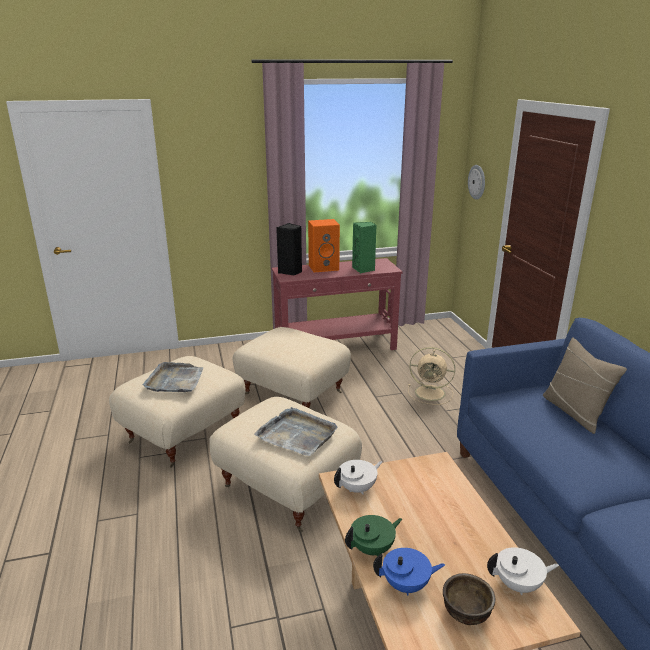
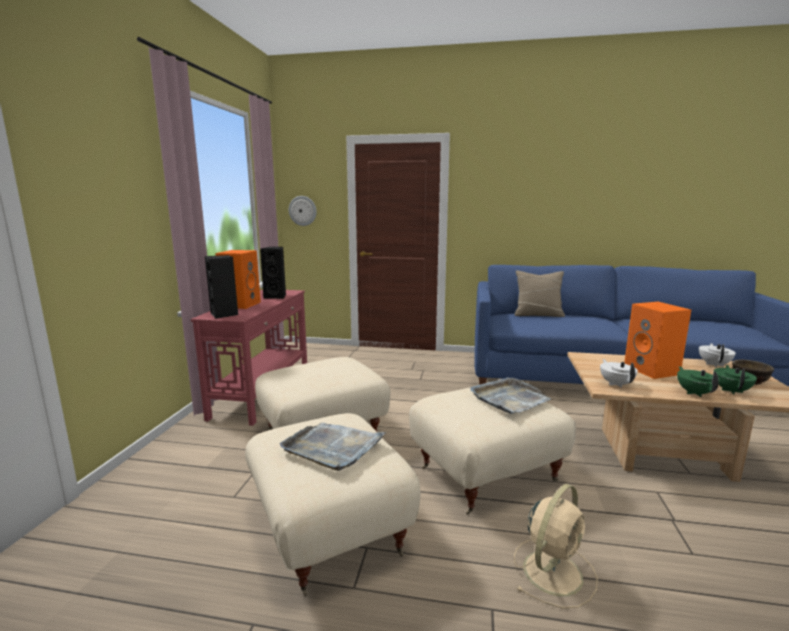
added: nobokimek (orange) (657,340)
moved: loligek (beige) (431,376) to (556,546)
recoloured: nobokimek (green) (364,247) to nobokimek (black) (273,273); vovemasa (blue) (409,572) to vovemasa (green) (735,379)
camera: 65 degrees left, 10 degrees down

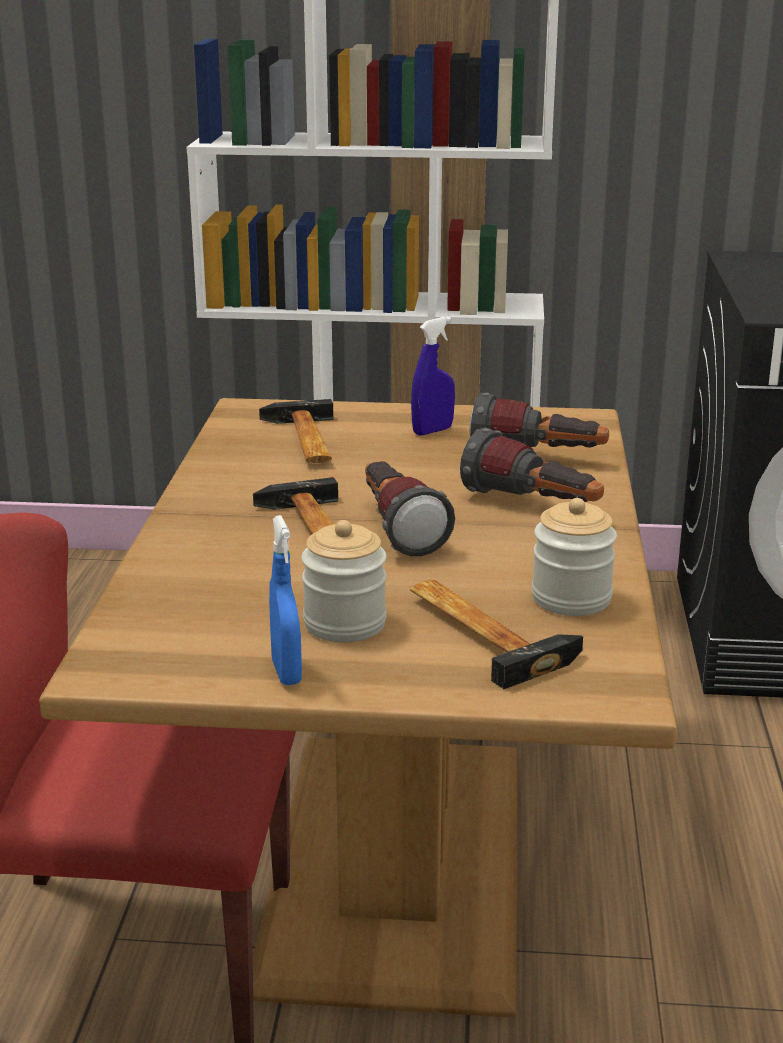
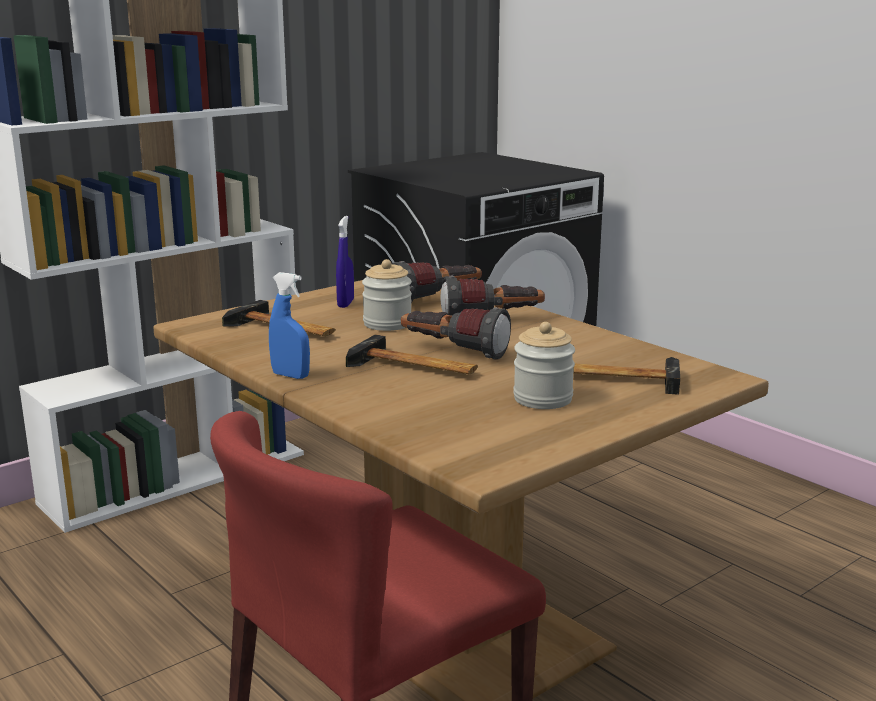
moved: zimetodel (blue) (285,600) to (289,325); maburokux (574,557) to (387,295)
camera: 45 degrees left, 5 degrees down

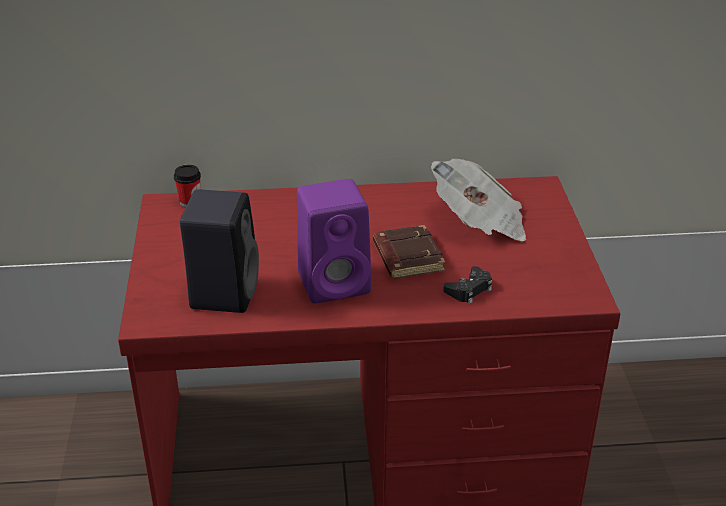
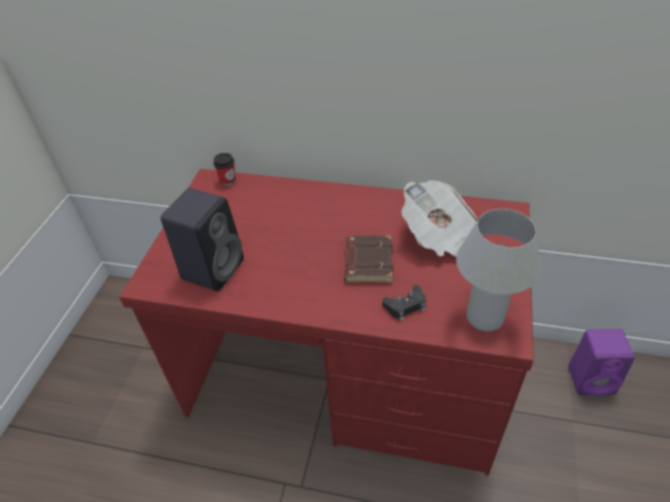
added: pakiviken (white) (498,270)
moved: nobokimek (purple) (334,241) to (601,362)
camera: 20 degrees right, 10 degrees up

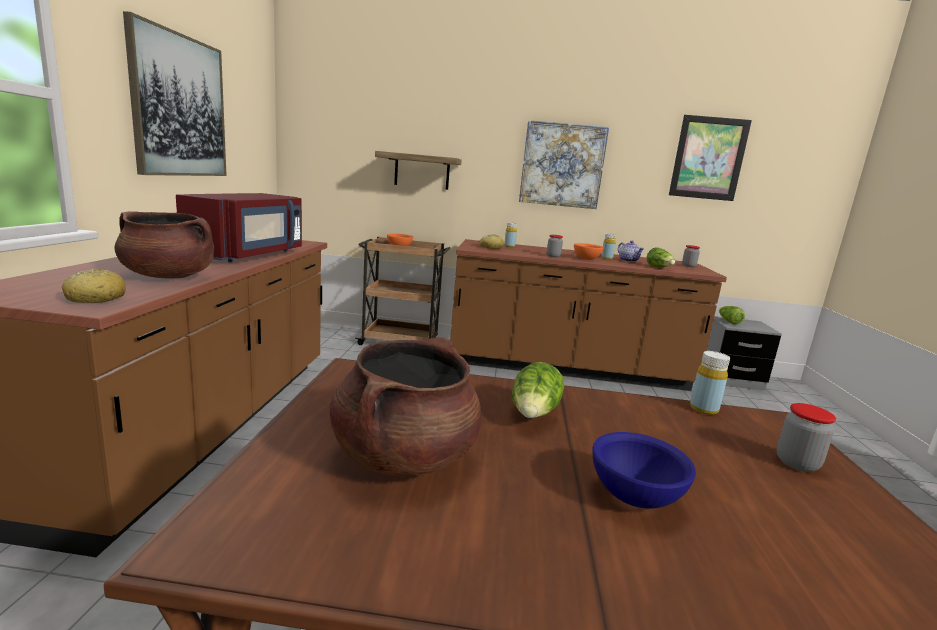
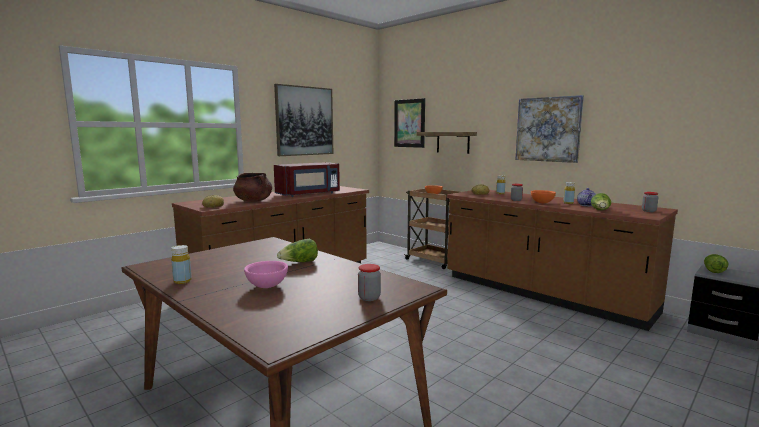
removed: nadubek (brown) (406,406)
moved: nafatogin (710,158) to (409,123); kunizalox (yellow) (710,383) to (181,264)
recoloured: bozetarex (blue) (644,470) to bozetarex (pink) (266,274)
camera: 40 degrees right, 5 degrees down

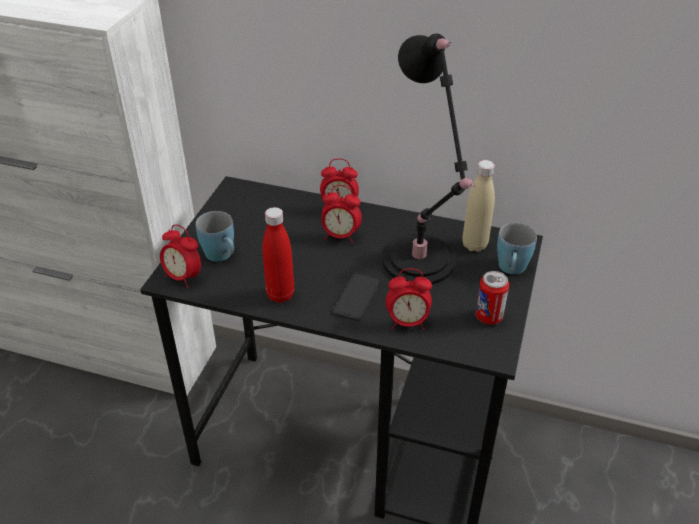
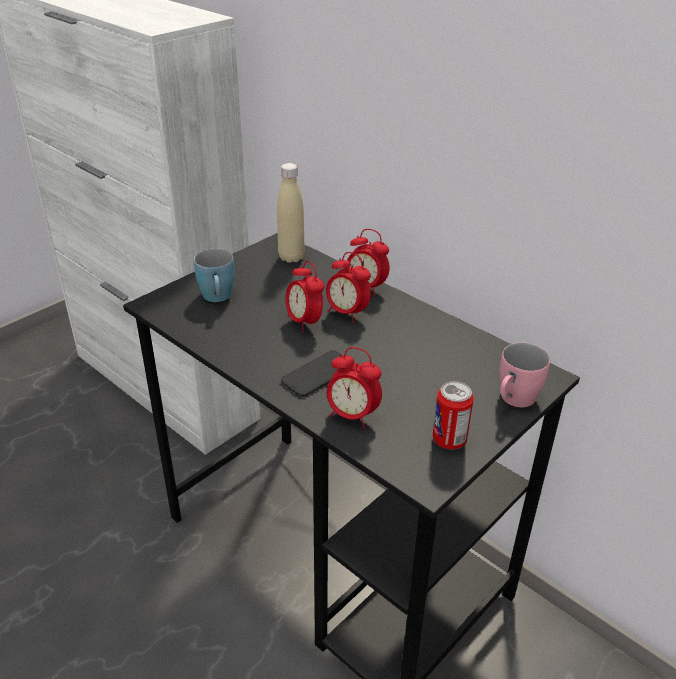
removed: kunizalox (red) (278,255); pakiviken (black) (429,159)
moved: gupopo (180,256) to (305,297); kunizalox (beige) (478,206) to (291,213)
recoloured: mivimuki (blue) (517,248) to mivimuki (pink) (525,375)
camera: 25 degrees right, 5 degrees down

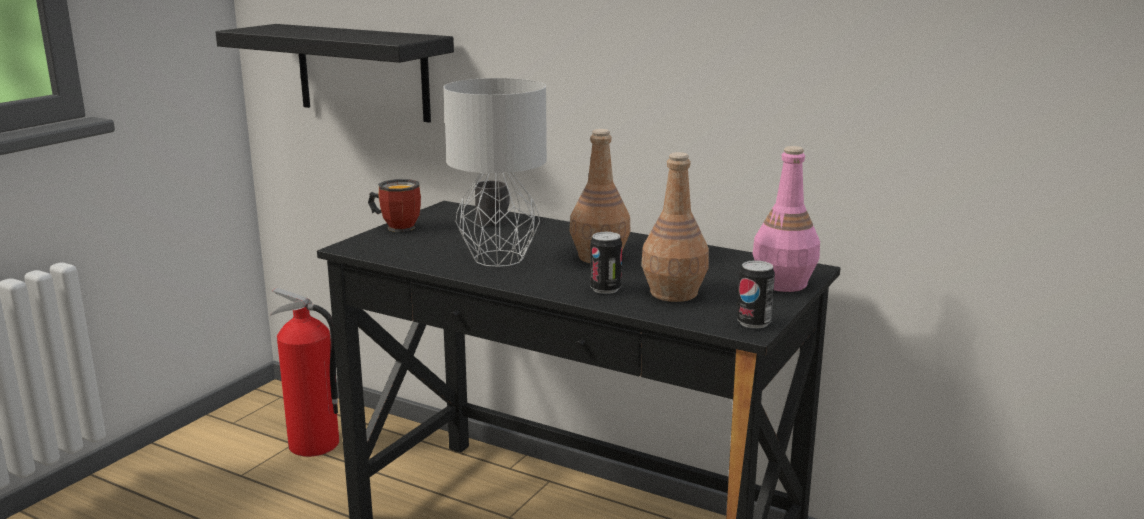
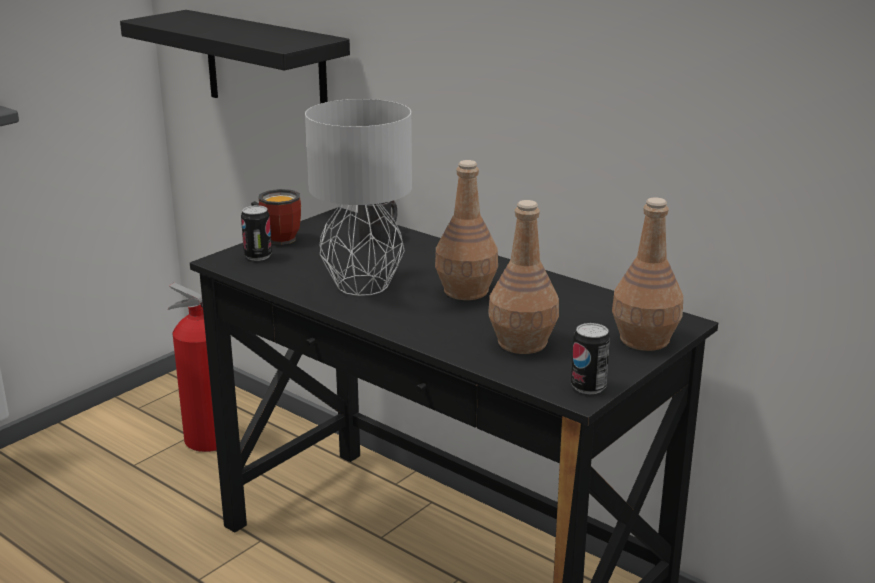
moved: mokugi (606,263) to (256,233)
recoloured: kunizalox (pink) (786,219) to kunizalox (brown) (647,274)
camera: 10 degrees right, 5 degrees up

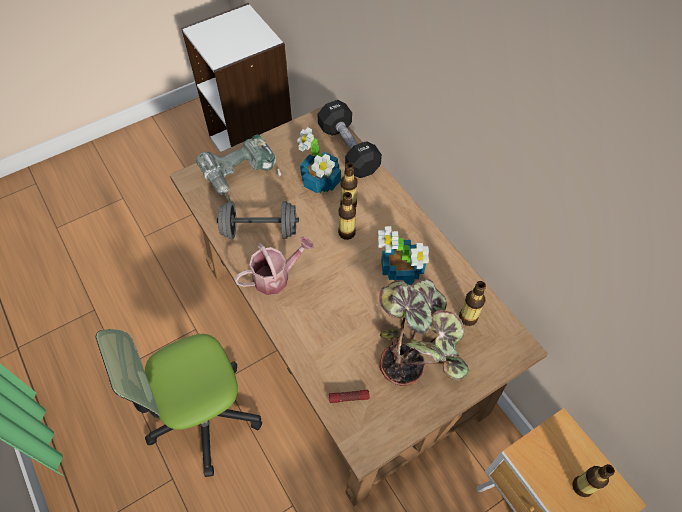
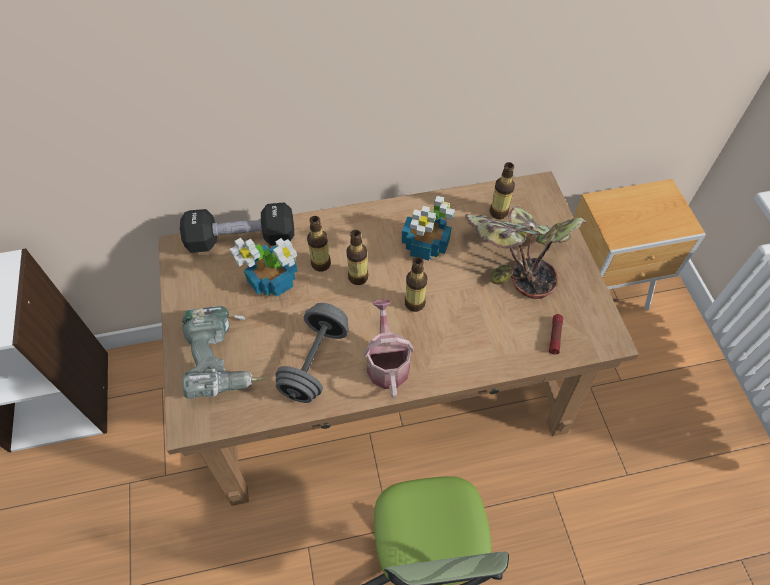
moved: kunizalox (593,480) to (416,284)
camera: 70 degrees left, 0 degrees up

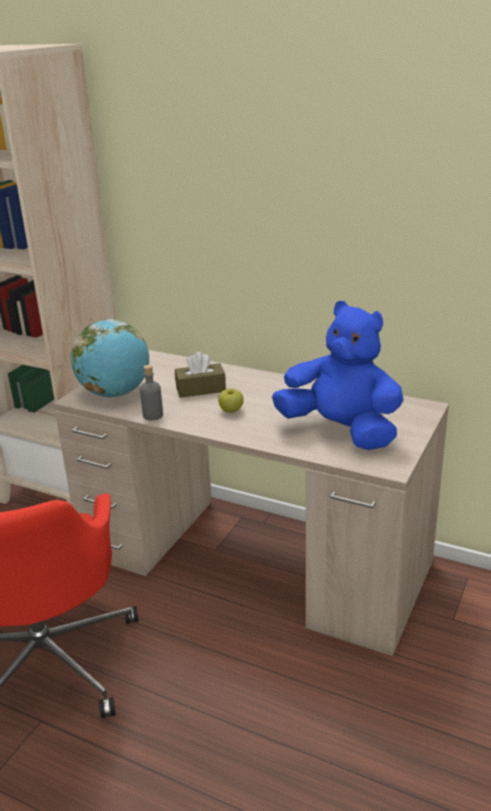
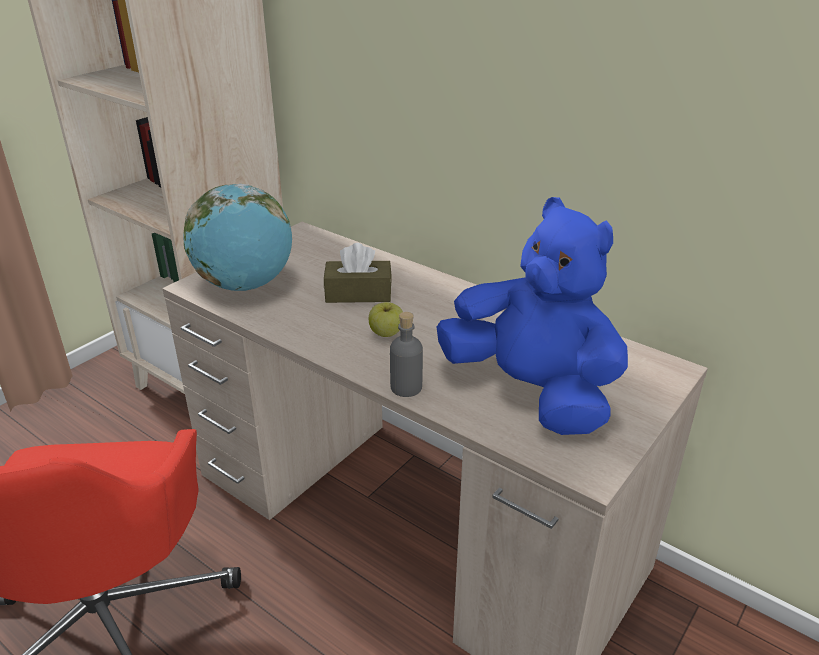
moved: kunizalox (grey) (151,393) to (406,354)
camera: 10 degrees right, 5 degrees up

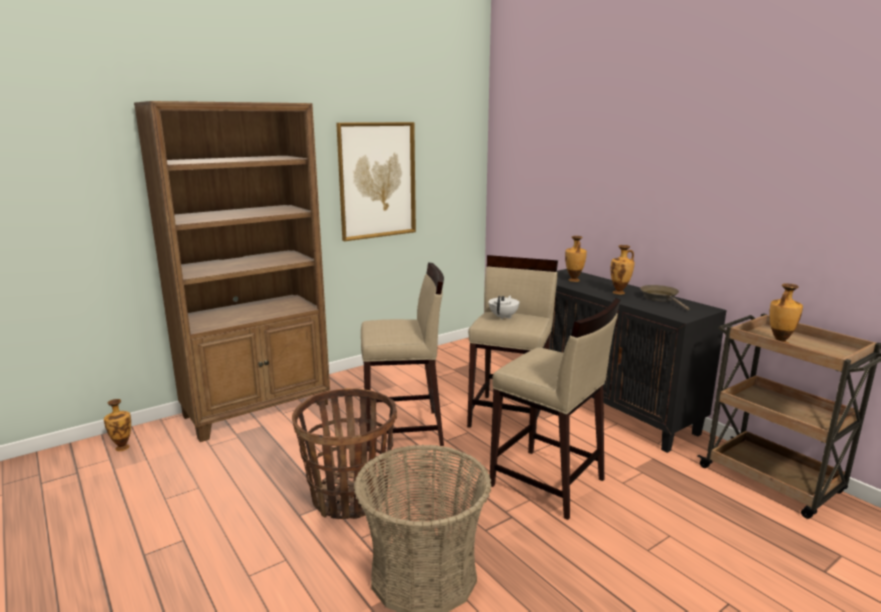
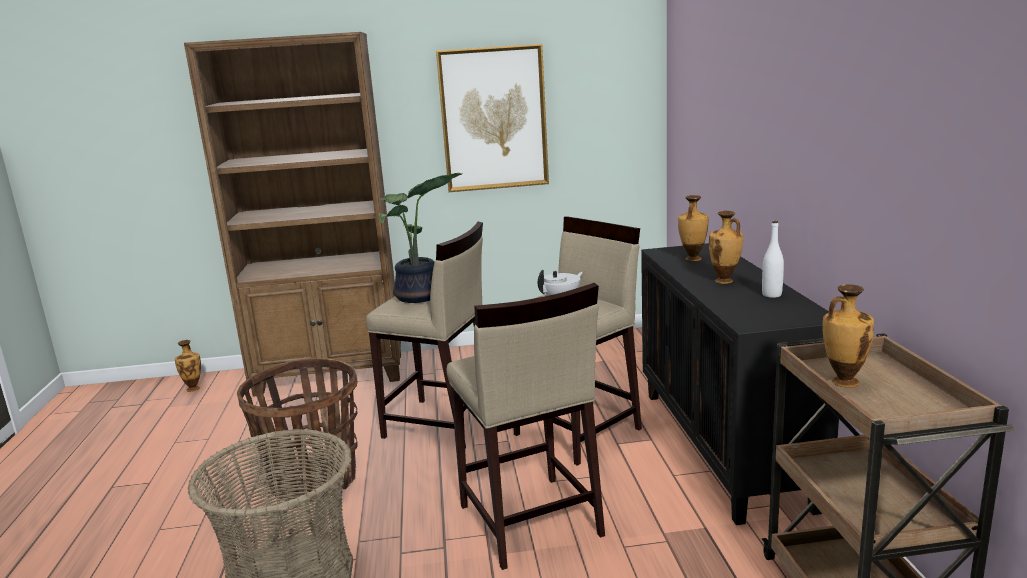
added: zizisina (420,238)
replaced: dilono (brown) (665,297) to kunizalox (white) (773,259)
camera: 30 degrees right, 0 degrees up

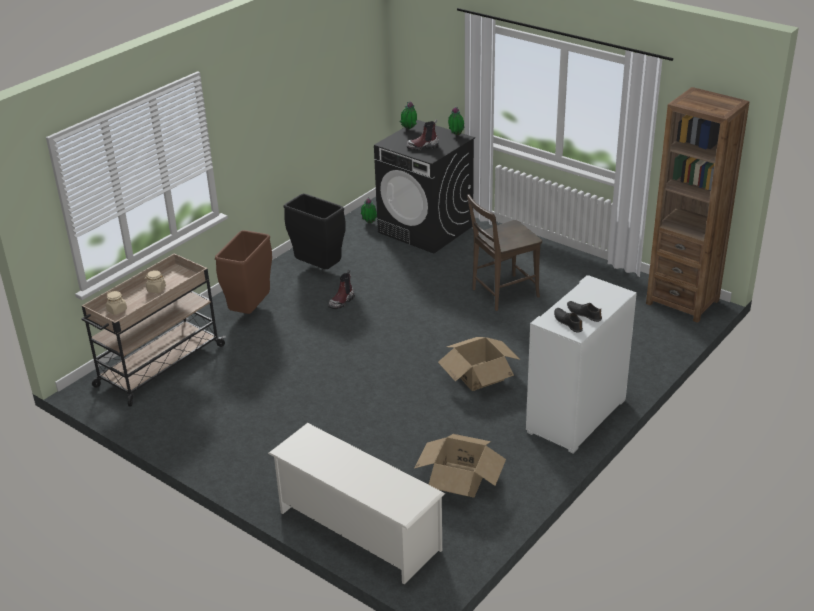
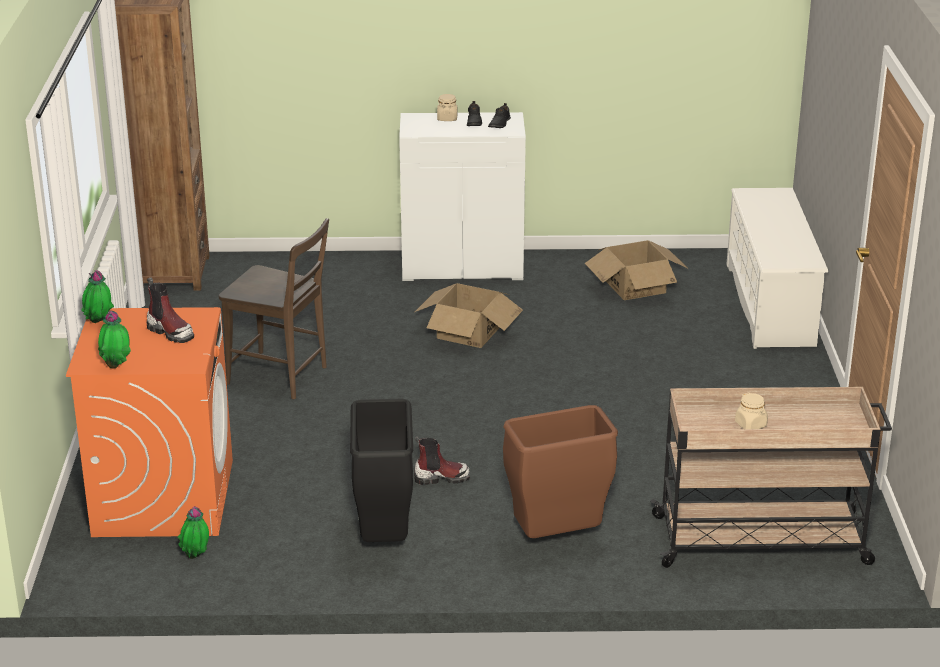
moved: maburokux (beige) (116,303) to (447,107)
recoloured: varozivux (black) (424,187) to varozivux (orange) (149,422)
camera: 130 degrees left, 5 degrees down

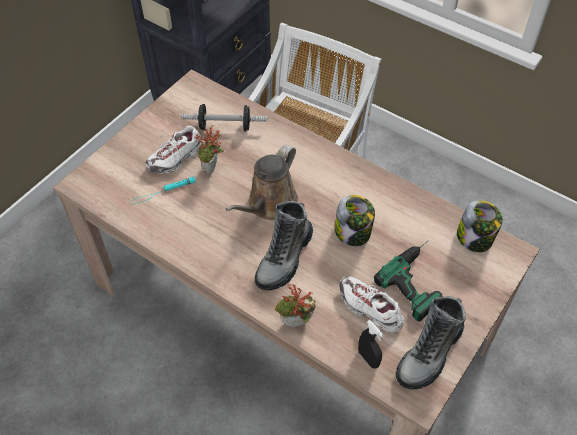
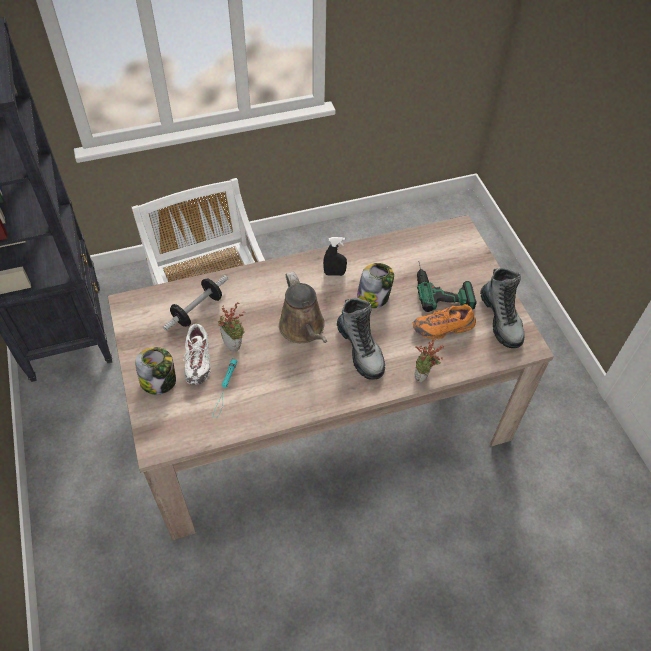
moved: zimetodel (black) (371,344) to (335,256); maburokux (480,226) to (155,371)
recoloured: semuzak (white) (371,304) to semuzak (orange) (444,322)
camera: 55 degrees left, 0 degrees up

